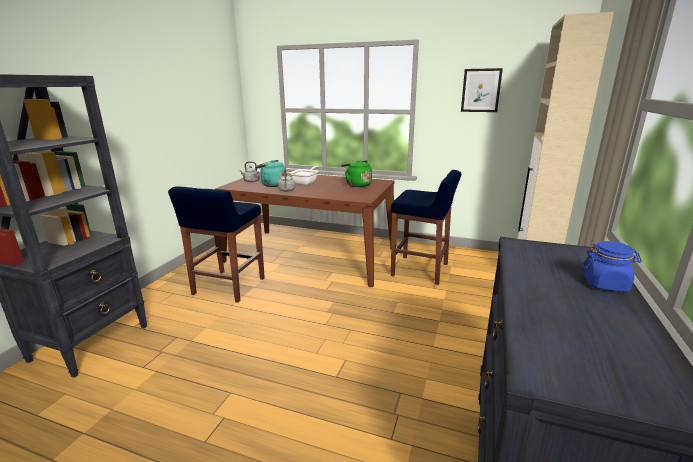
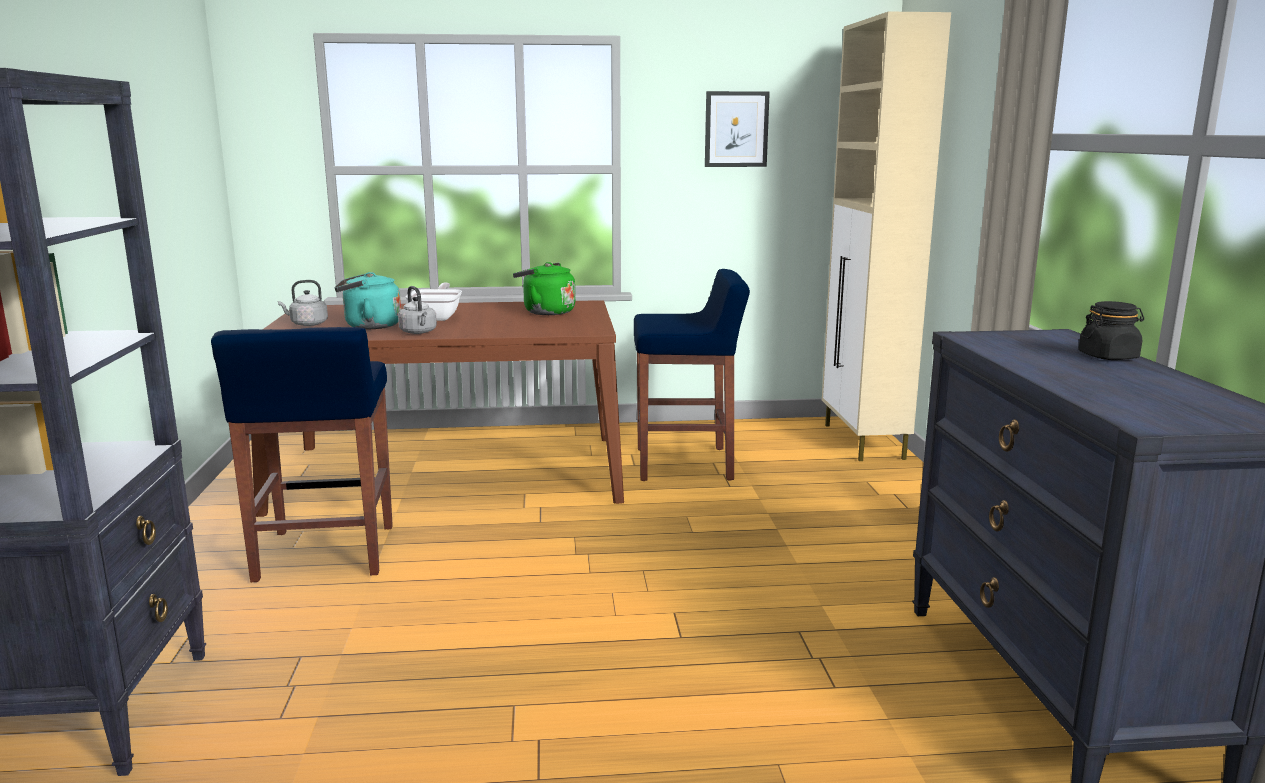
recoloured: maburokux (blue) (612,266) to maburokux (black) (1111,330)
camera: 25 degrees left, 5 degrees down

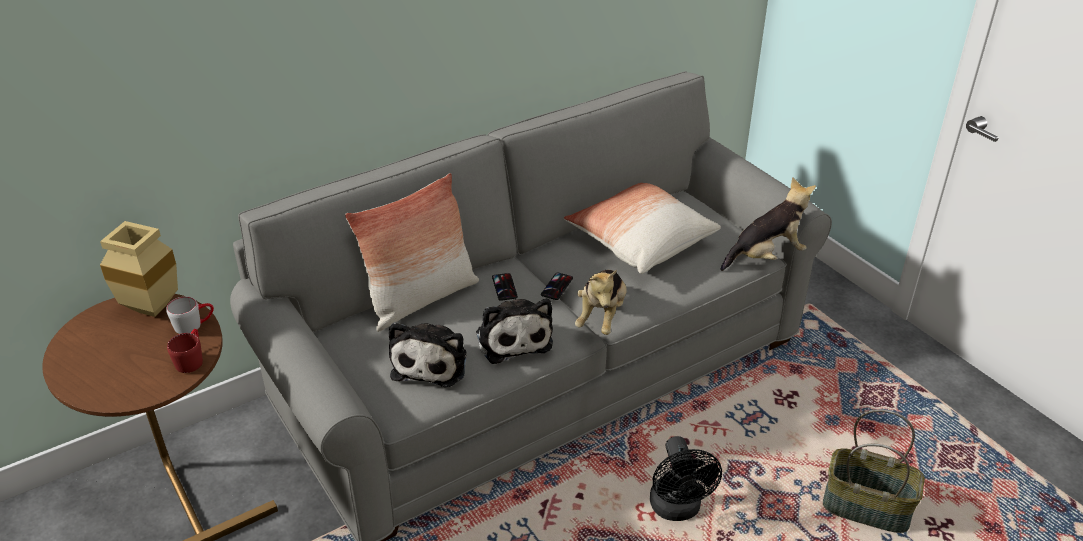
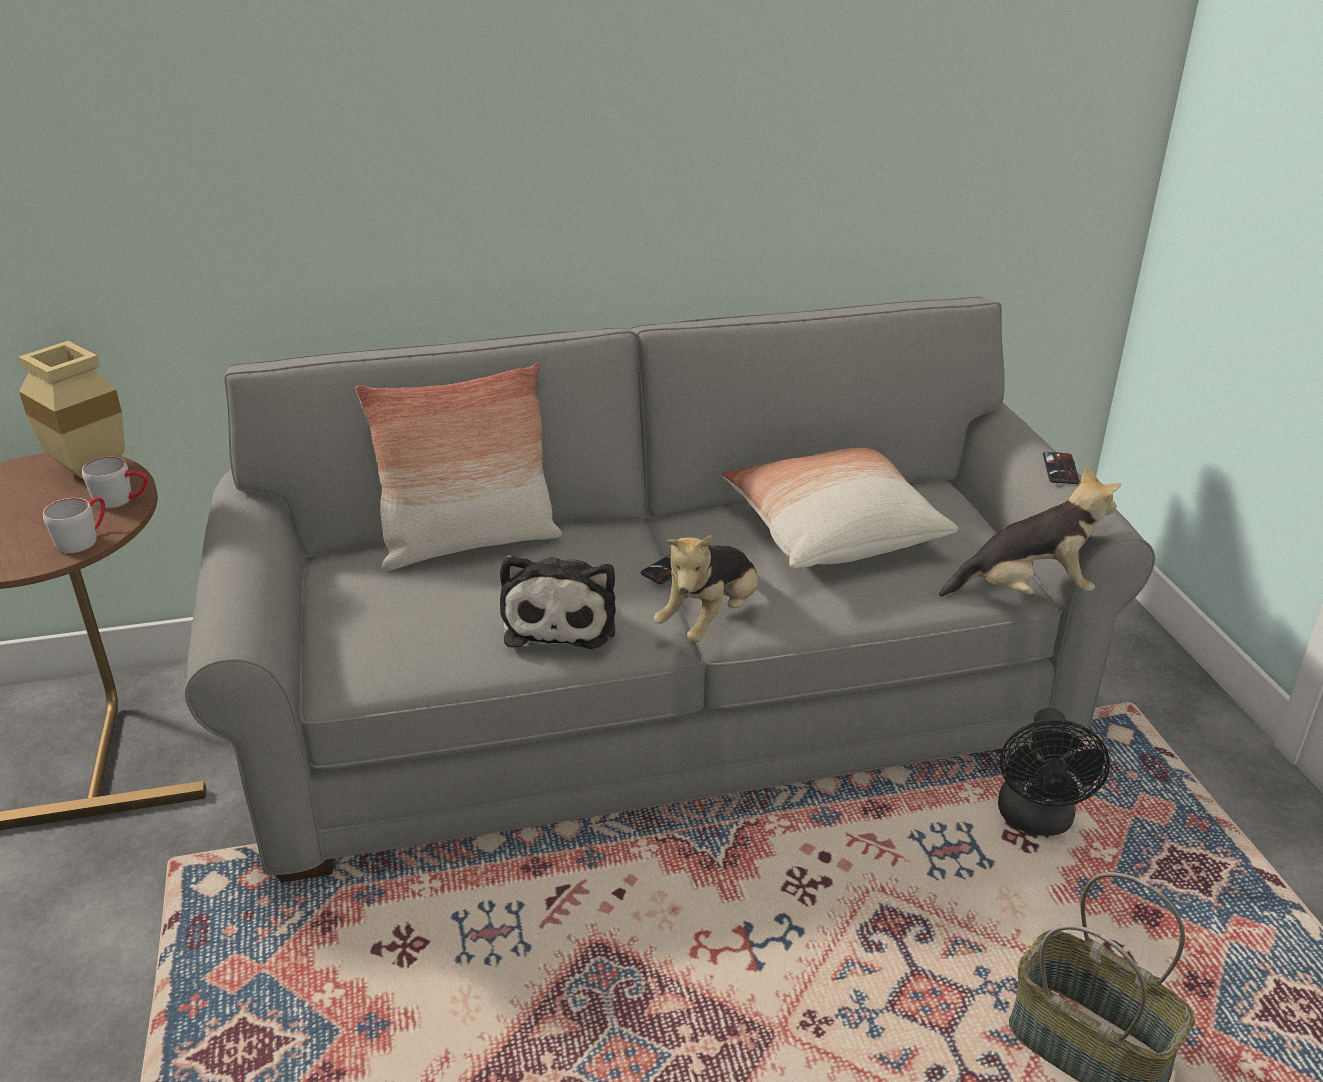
removed: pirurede (427,354)
moved: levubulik (505,287) to (1061,468); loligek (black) (686,478) to (1054,772)
recoloured: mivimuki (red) (185,351) to mivimuki (grey) (74,525)
camera: 20 degrees right, 5 degrees down

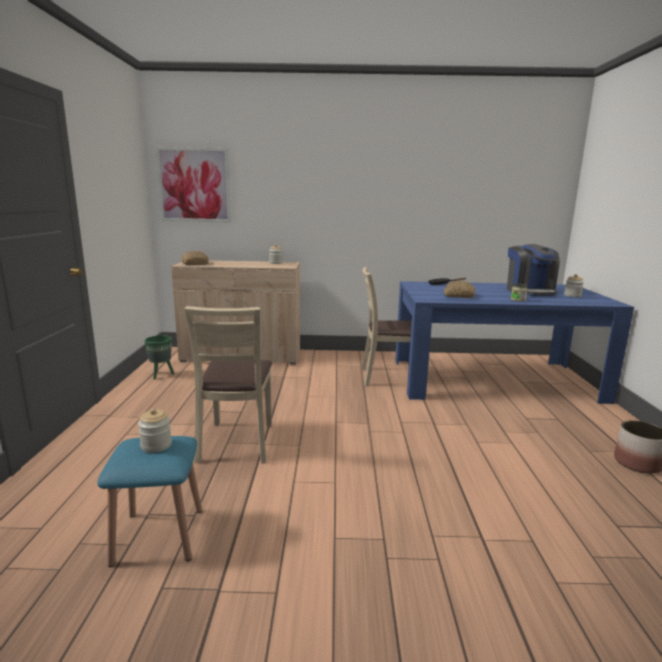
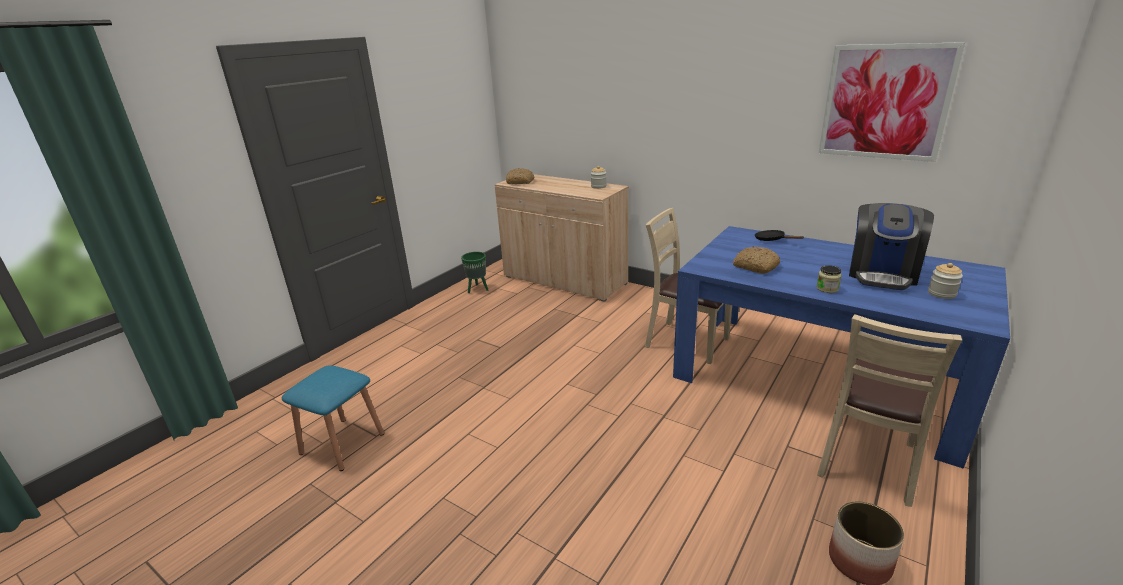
removed: maburokux (155,430)
moved: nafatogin (193,184) to (892,102); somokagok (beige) (228,385) to (889,411)
camera: 35 degrees right, 10 degrees up

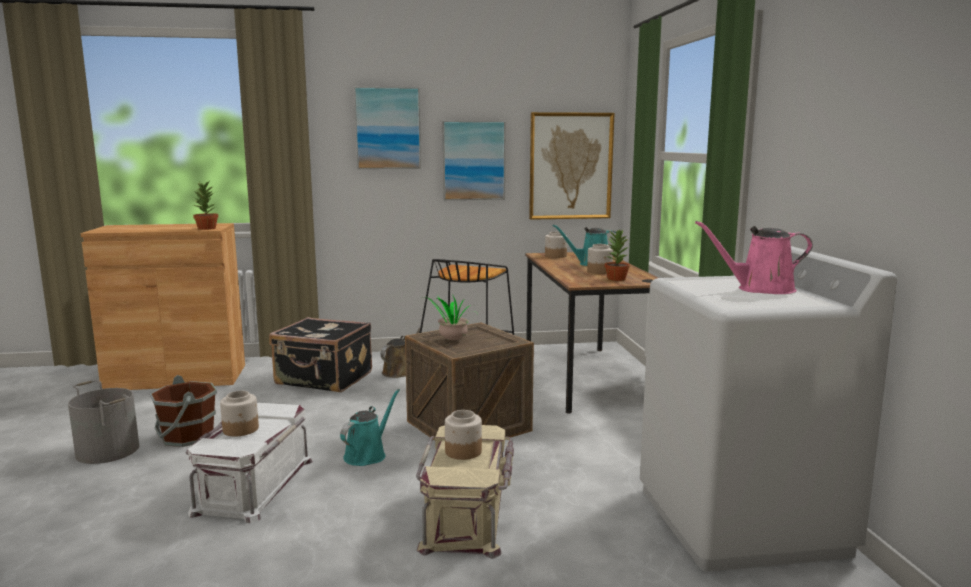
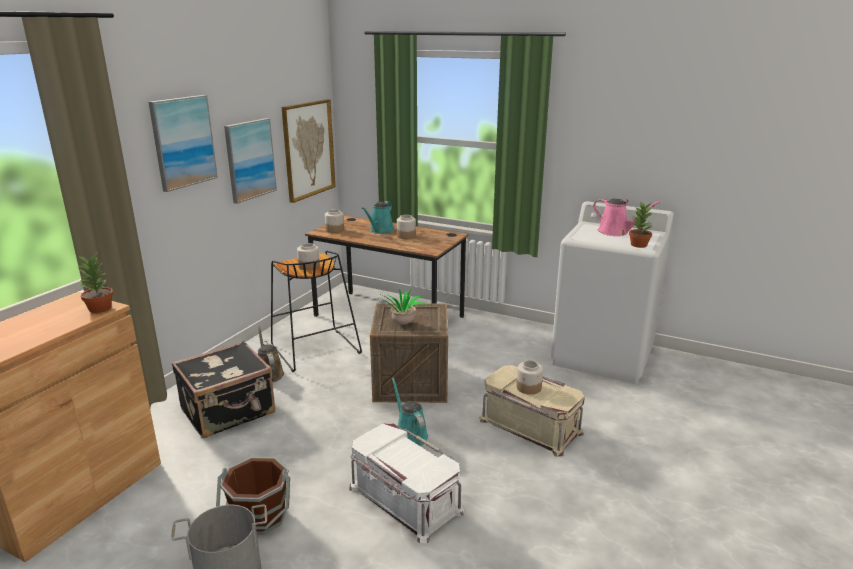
moved: maburokux (239,413) to (308,256); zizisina (617,255) to (641,225)
turned: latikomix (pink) (754,257) = (627,217) 90 degrees counterclockwise
camera: 55 degrees left, 10 degrees up

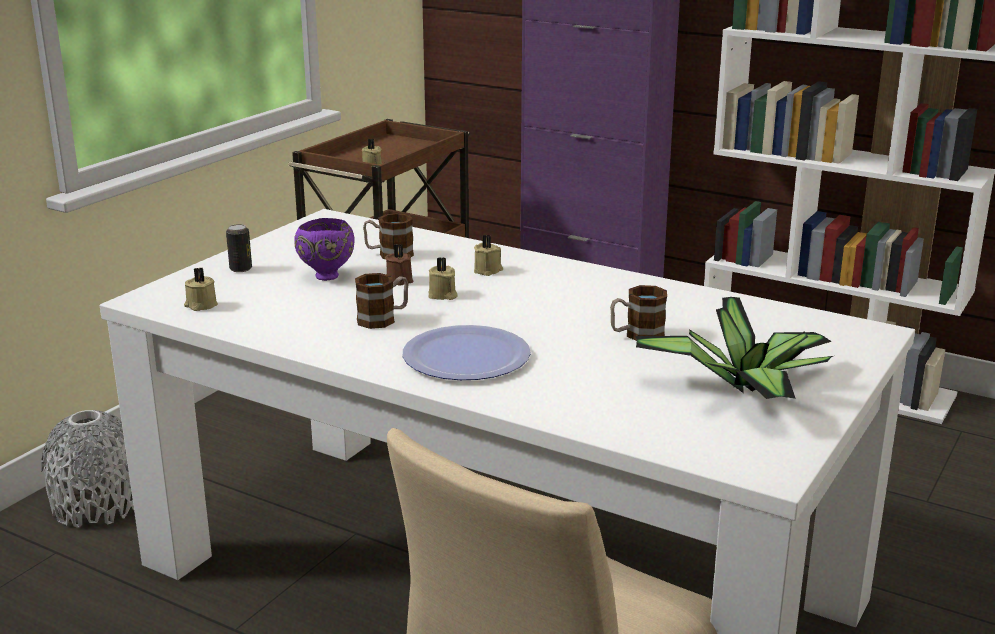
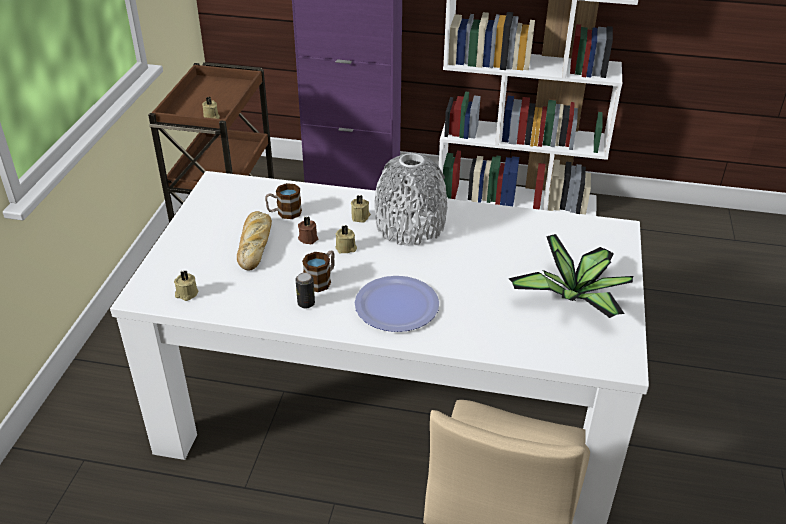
removed: mivimuki (638,313)
moved: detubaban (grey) (87,469) to (411,199); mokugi (239,248) to (305,290)
replaced: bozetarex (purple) (324,249) to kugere (254,241)
camera: 20 degrees left, 15 degrees up

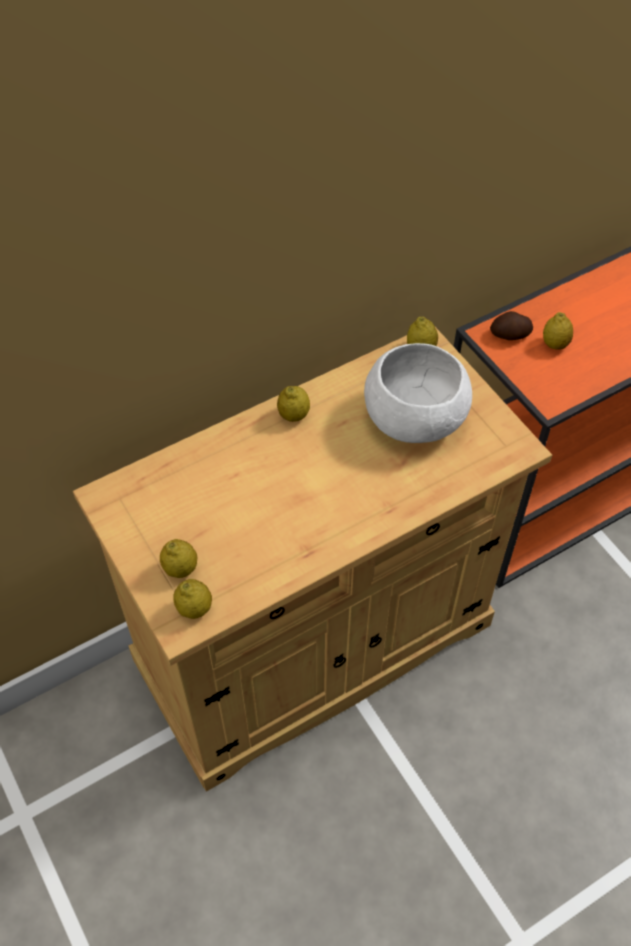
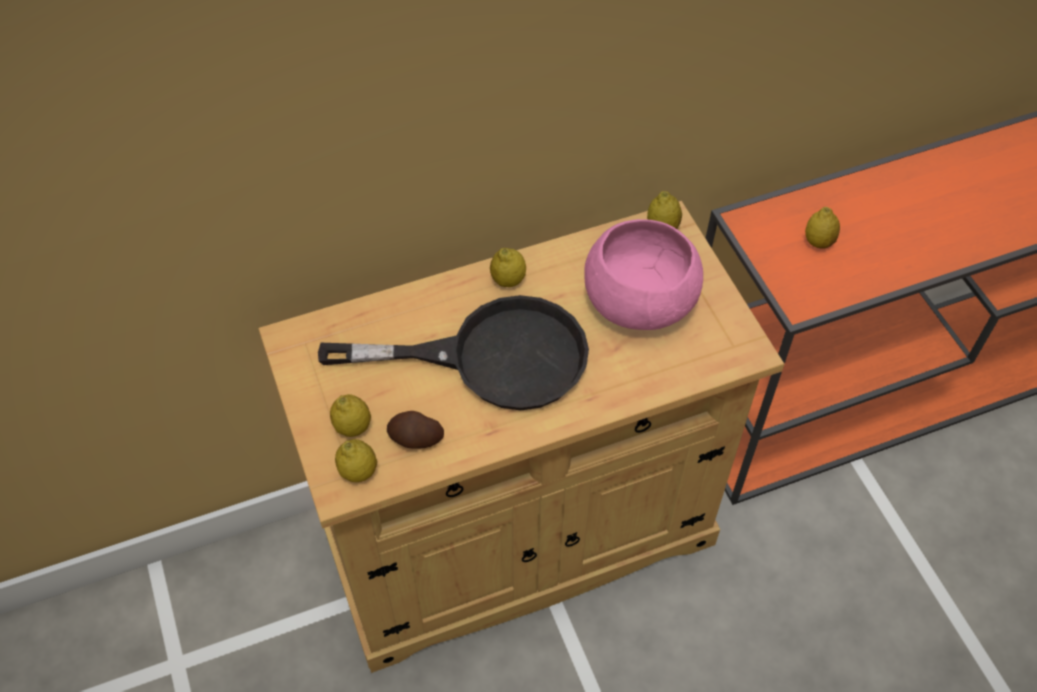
added: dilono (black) (453,352)
moved: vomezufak (511,325) to (415,430)
recoloured: bozetarex (white) (418,393) to bozetarex (pink) (643,274)
camera: 10 degrees right, 0 degrees up

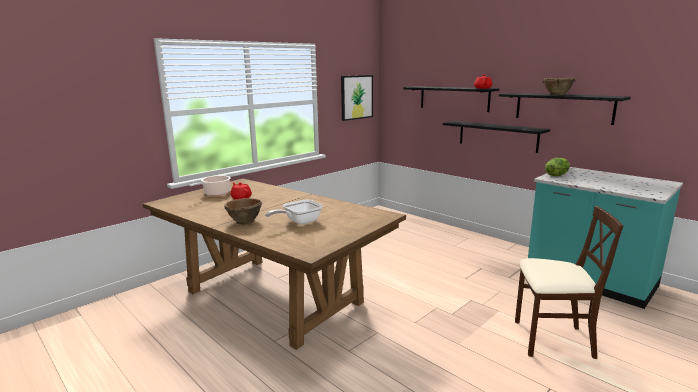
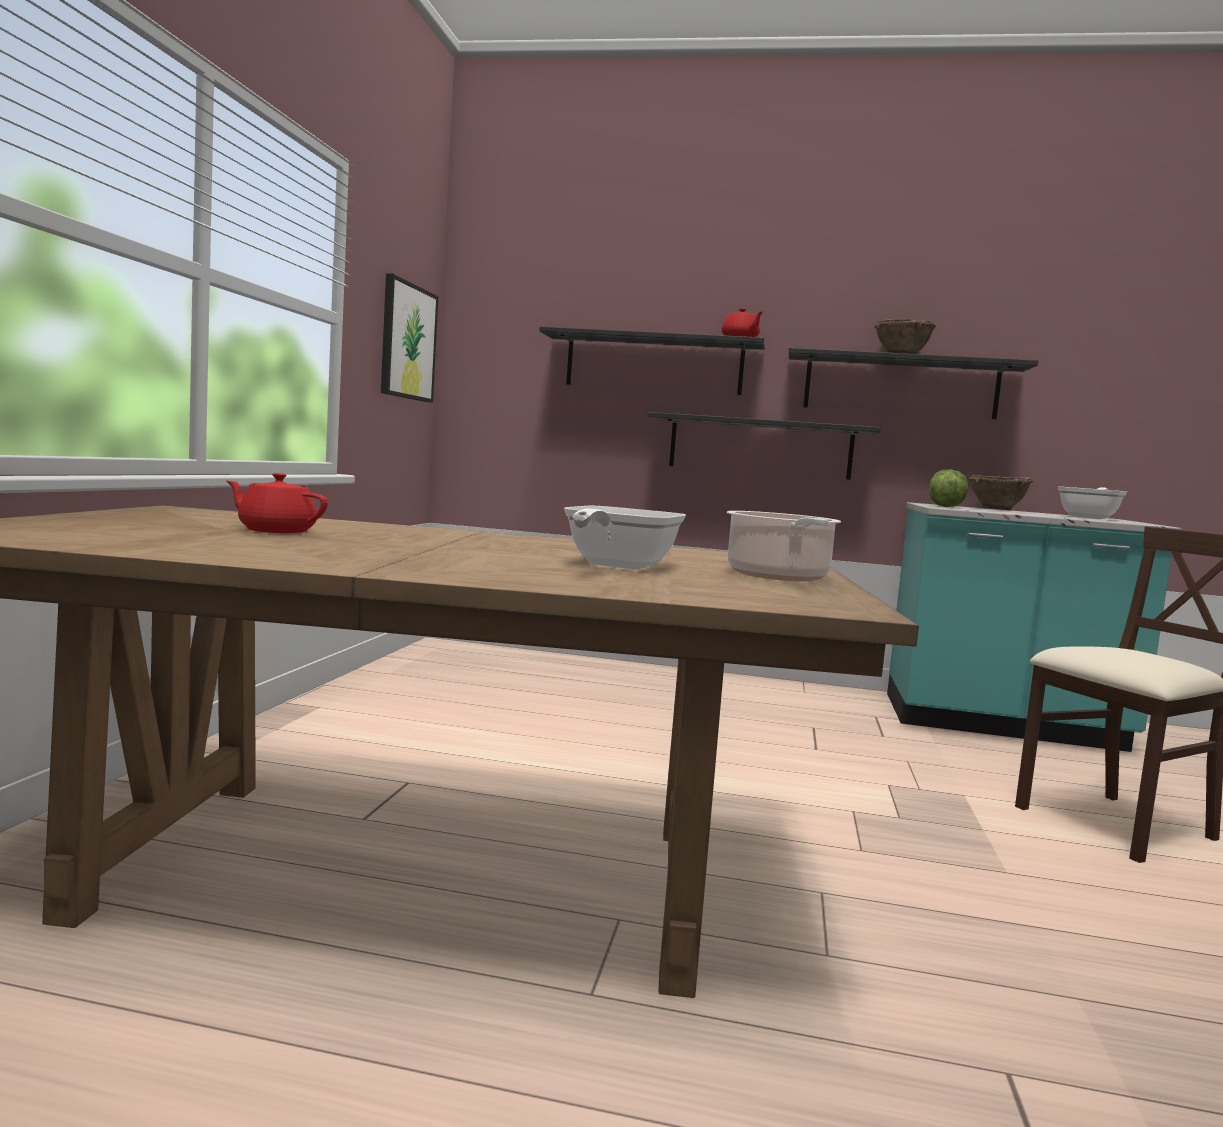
added: dilono (1092,502)
moved: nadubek (210,185) to (784,546); bozetarex (brown) (243,211) to (1001,492)
camera: 35 degrees left, 10 degrees down

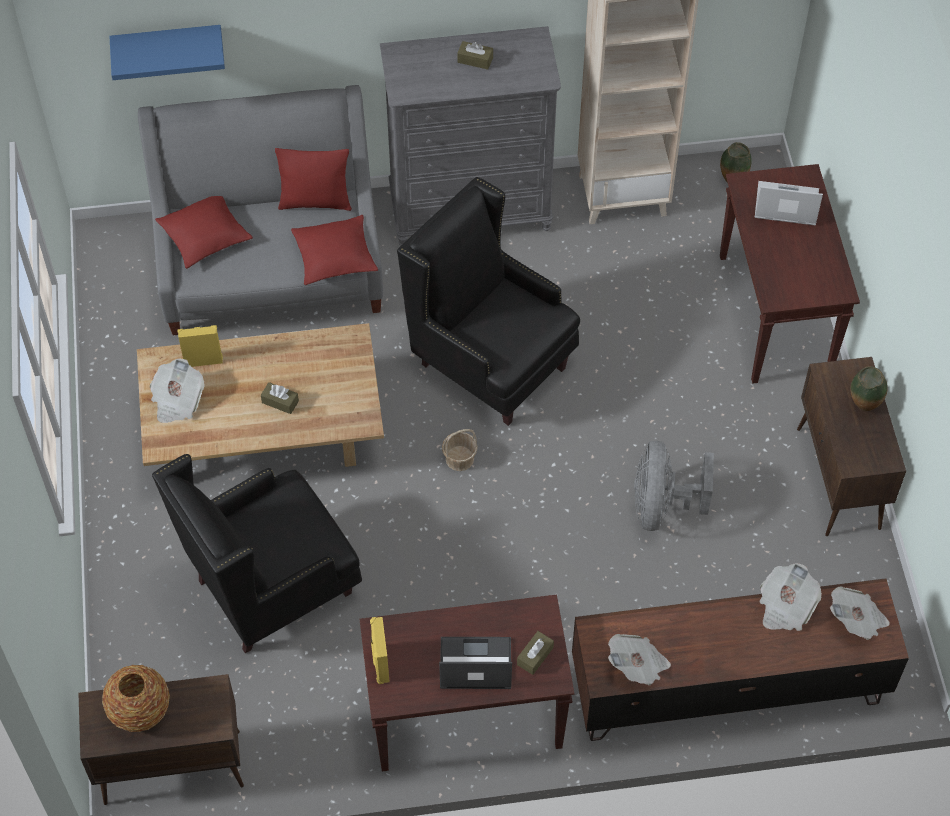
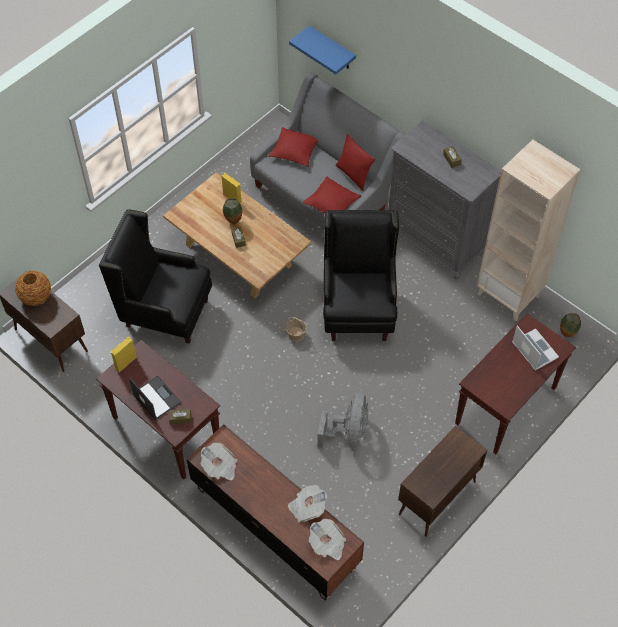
removed: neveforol (177,391)
moved: detubaban (869,388) to (232,211)
turned: loligek (grey) (674,486) = (343,420) 135 degrees clockwise
camera: 50 degrees right, 0 degrees up

